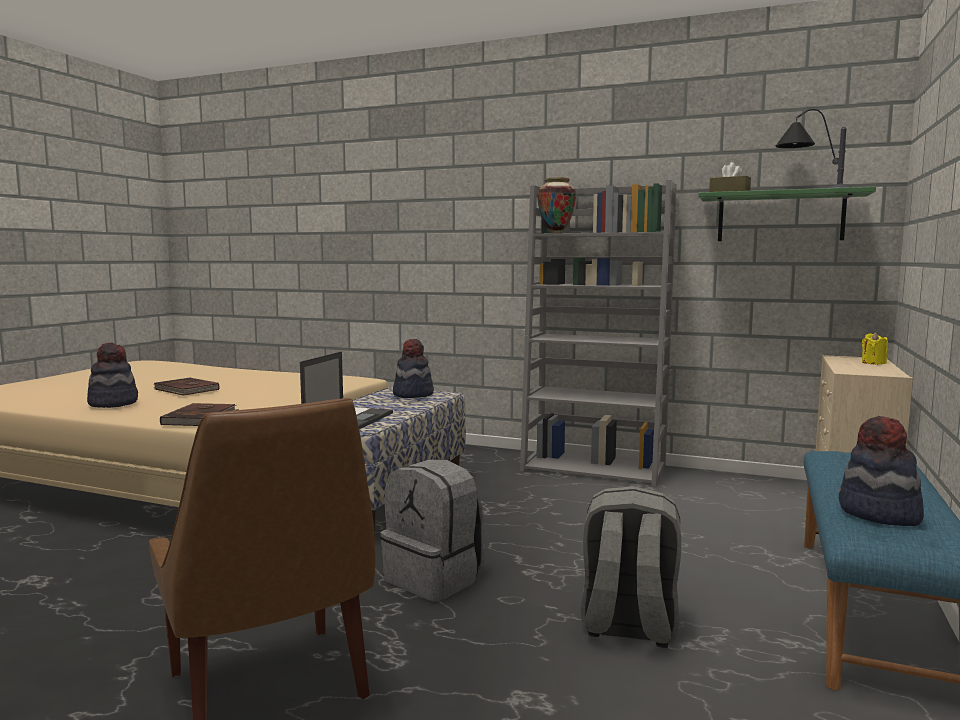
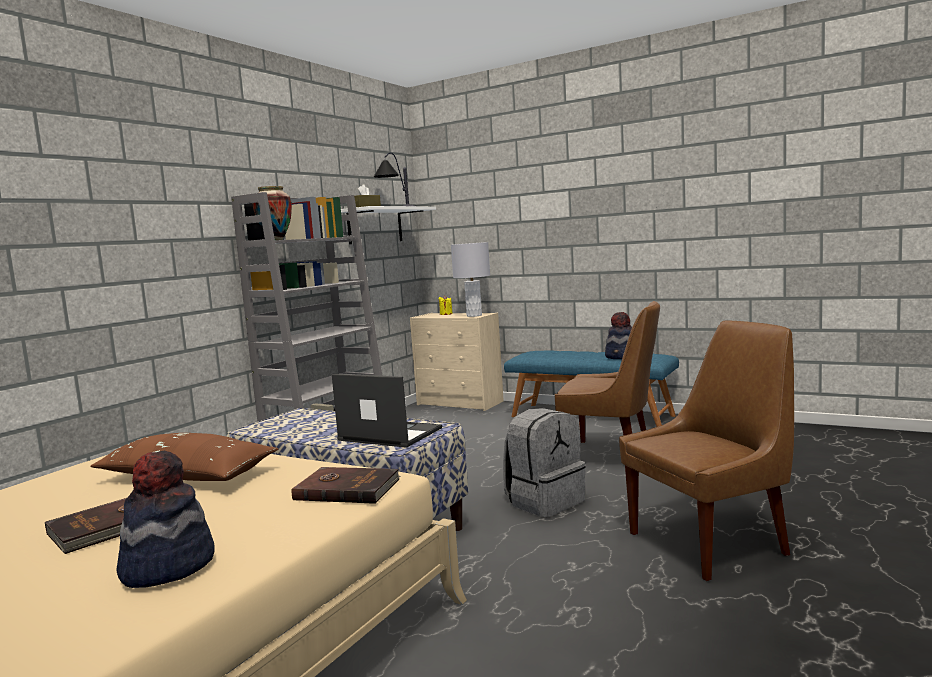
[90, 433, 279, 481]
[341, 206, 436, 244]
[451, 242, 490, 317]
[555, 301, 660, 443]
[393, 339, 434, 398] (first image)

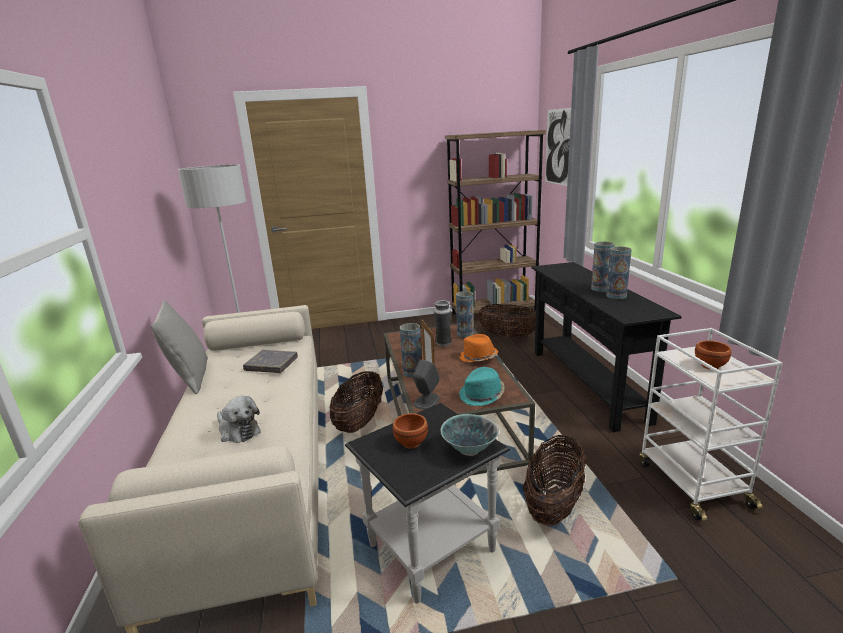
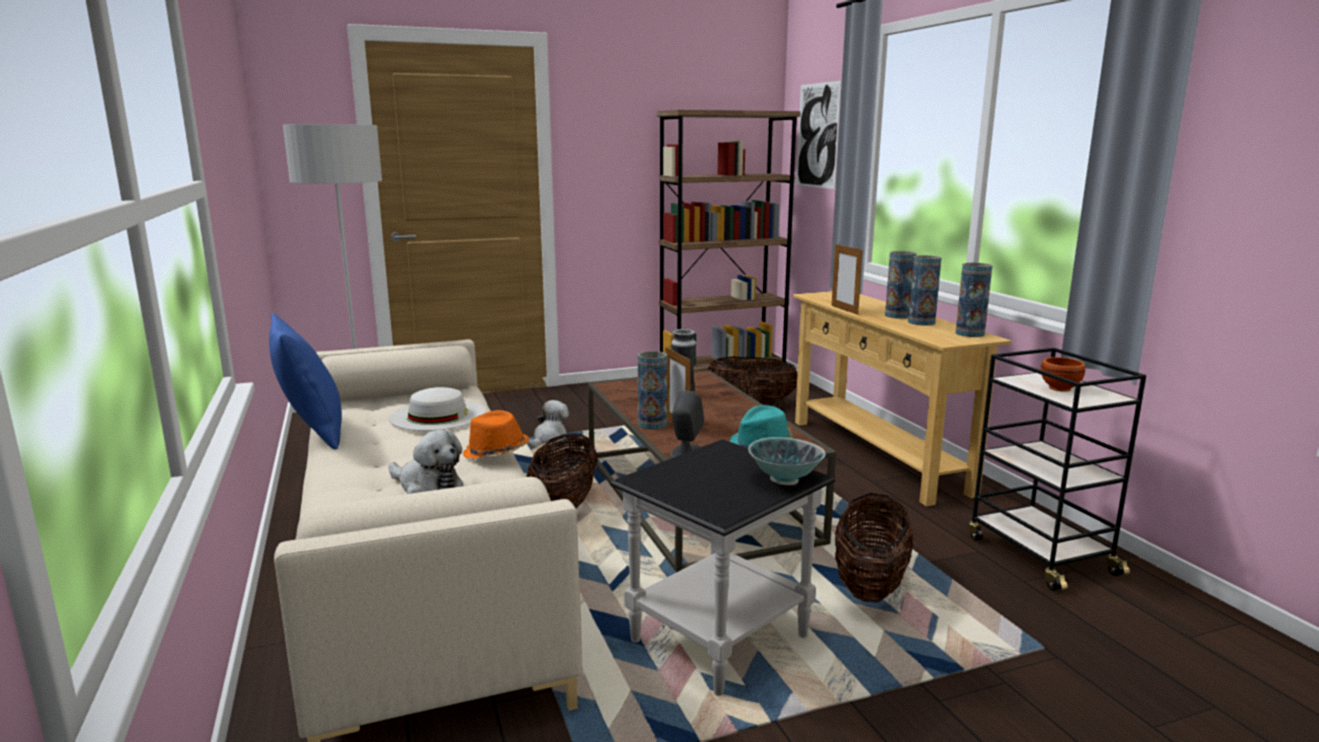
[269, 313, 342, 449]
[389, 387, 485, 431]
[463, 410, 529, 459]
[528, 400, 569, 447]
[792, 291, 1012, 507]
[832, 244, 863, 315]
[956, 263, 992, 337]
[968, 348, 1146, 591]
[393, 413, 428, 449] (first image)

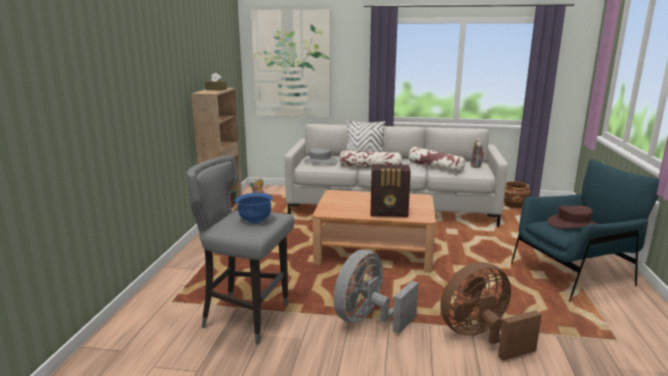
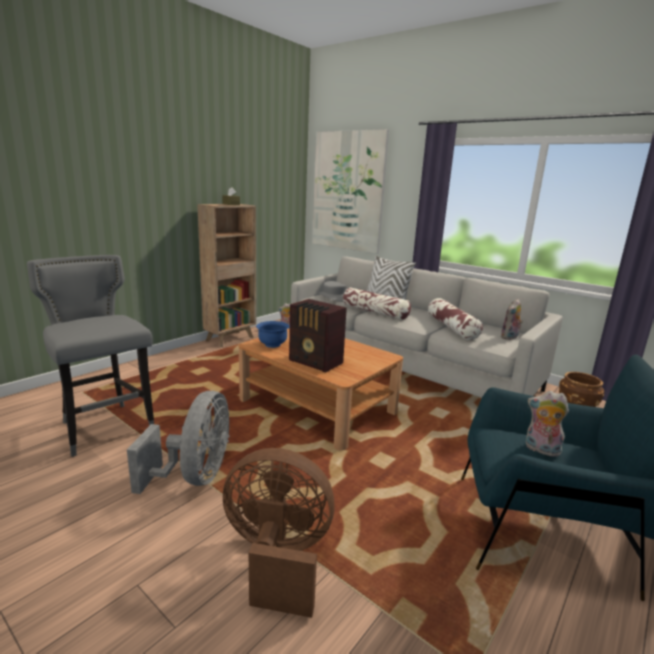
[127, 391, 230, 494]
[256, 321, 289, 348]
[526, 391, 569, 457]

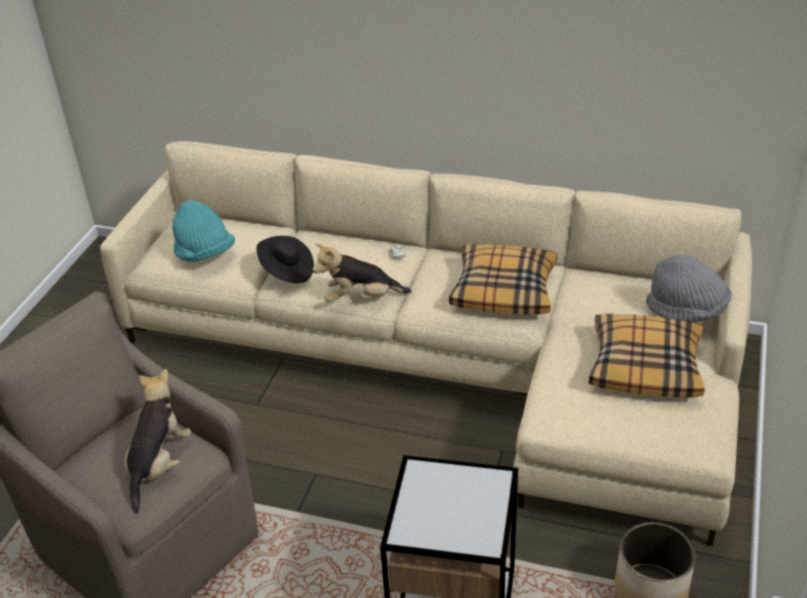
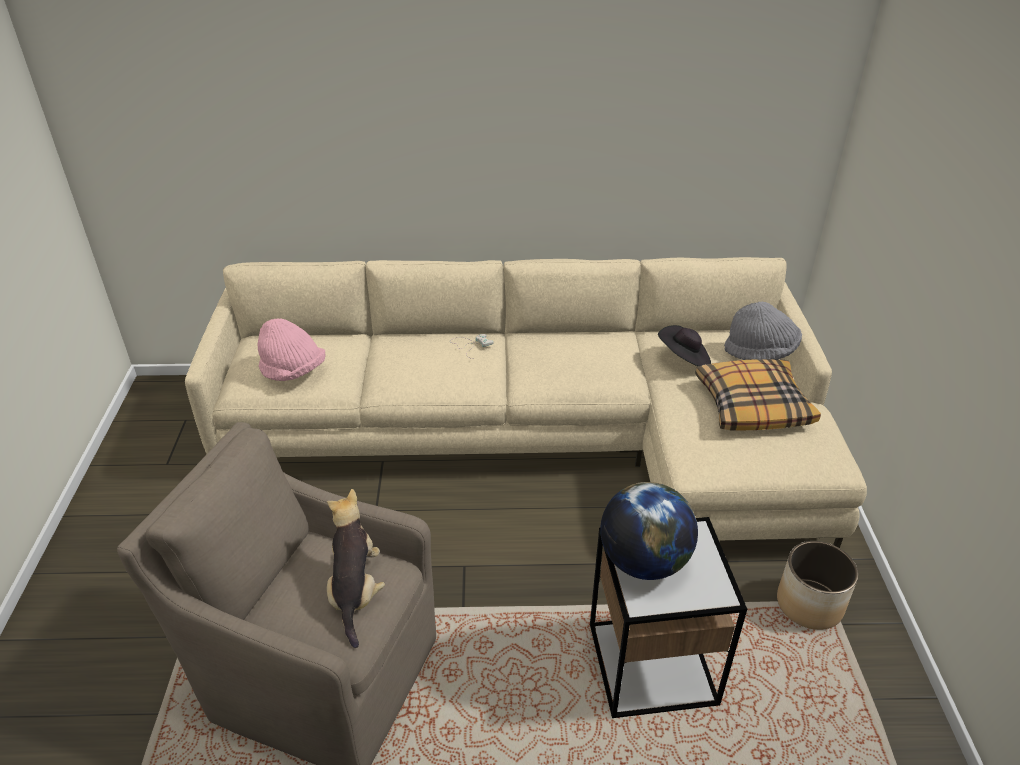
[258, 318, 326, 381]
[600, 482, 698, 580]
[658, 325, 711, 367]
[312, 244, 411, 302] (first image)
[449, 245, 557, 314] (first image)

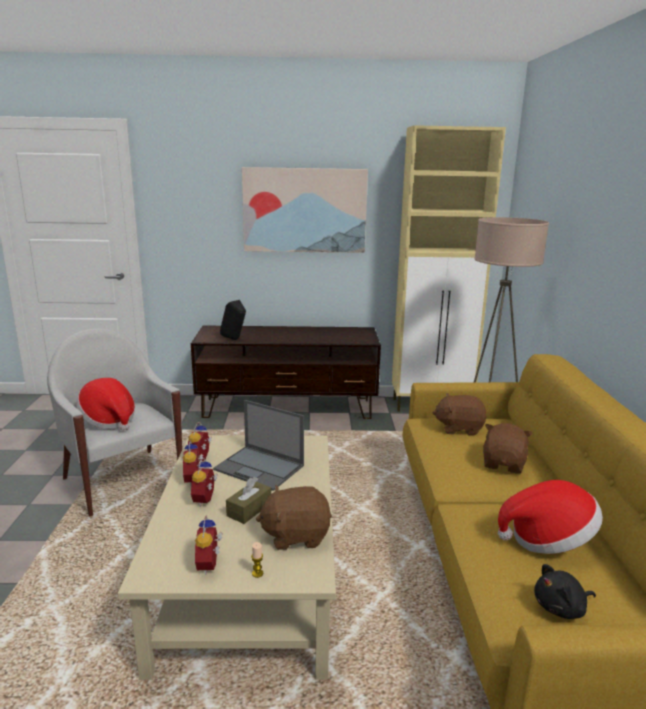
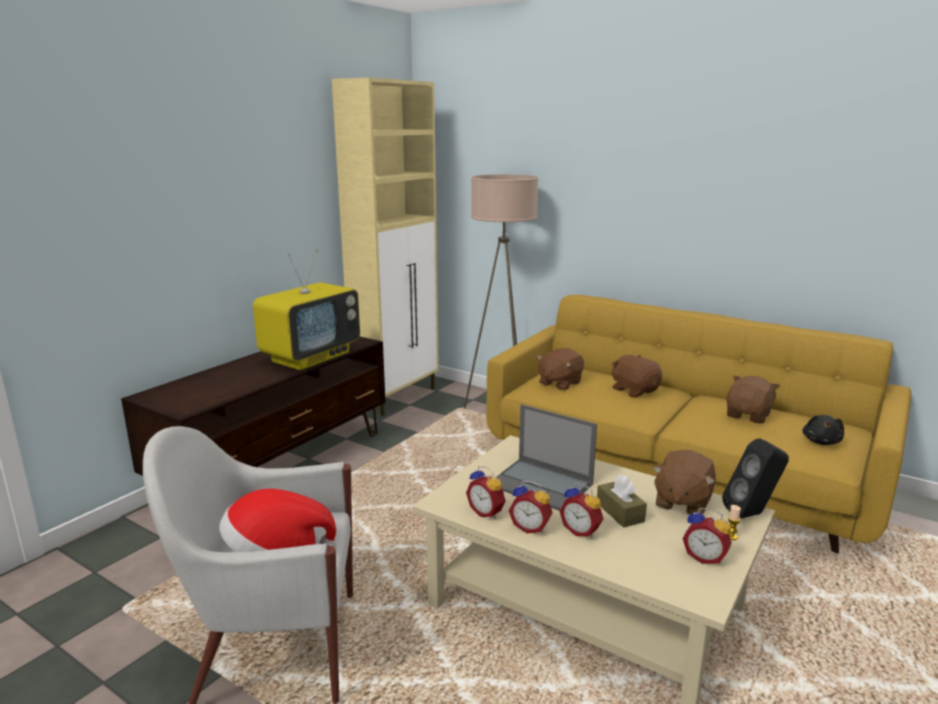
[253, 250, 360, 370]
[496, 404, 597, 511]
[722, 438, 789, 519]
[726, 376, 780, 424]
[242, 167, 368, 253] (first image)

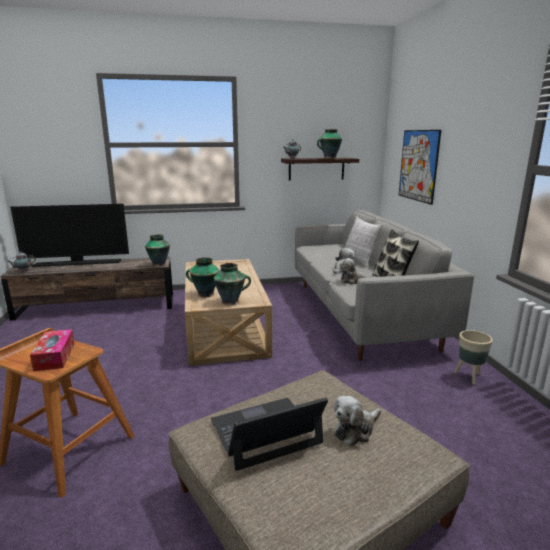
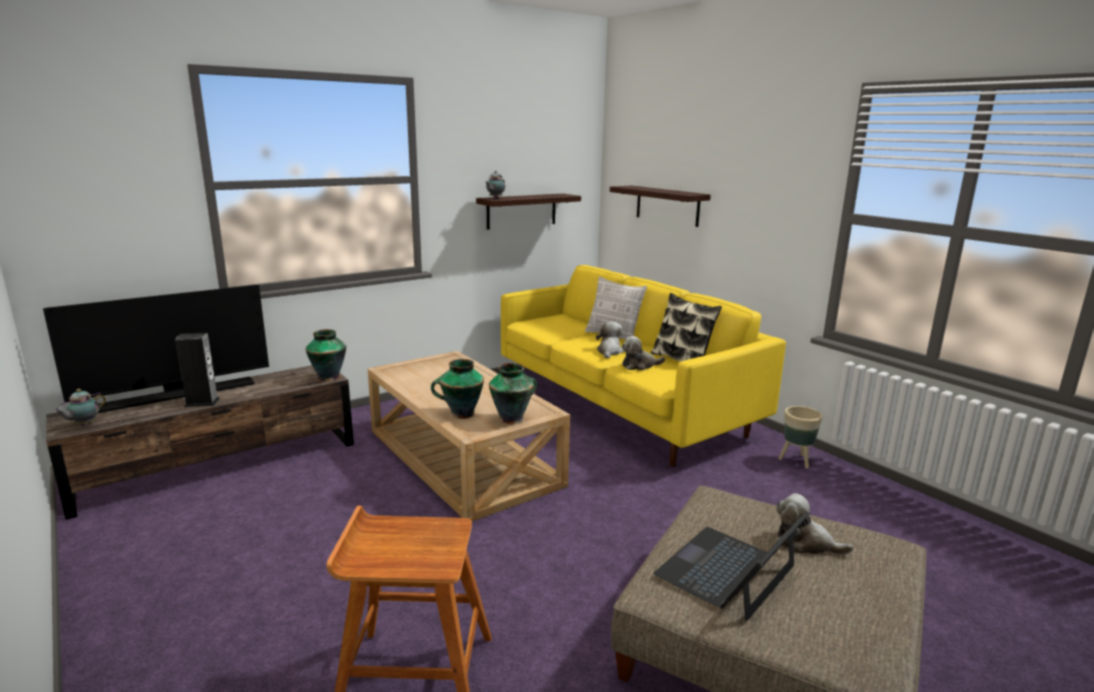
[175, 333, 220, 407]
[501, 265, 786, 467]
[610, 186, 711, 227]
[776, 493, 853, 554]
[30, 329, 74, 371] (first image)
[317, 129, 342, 159] (first image)

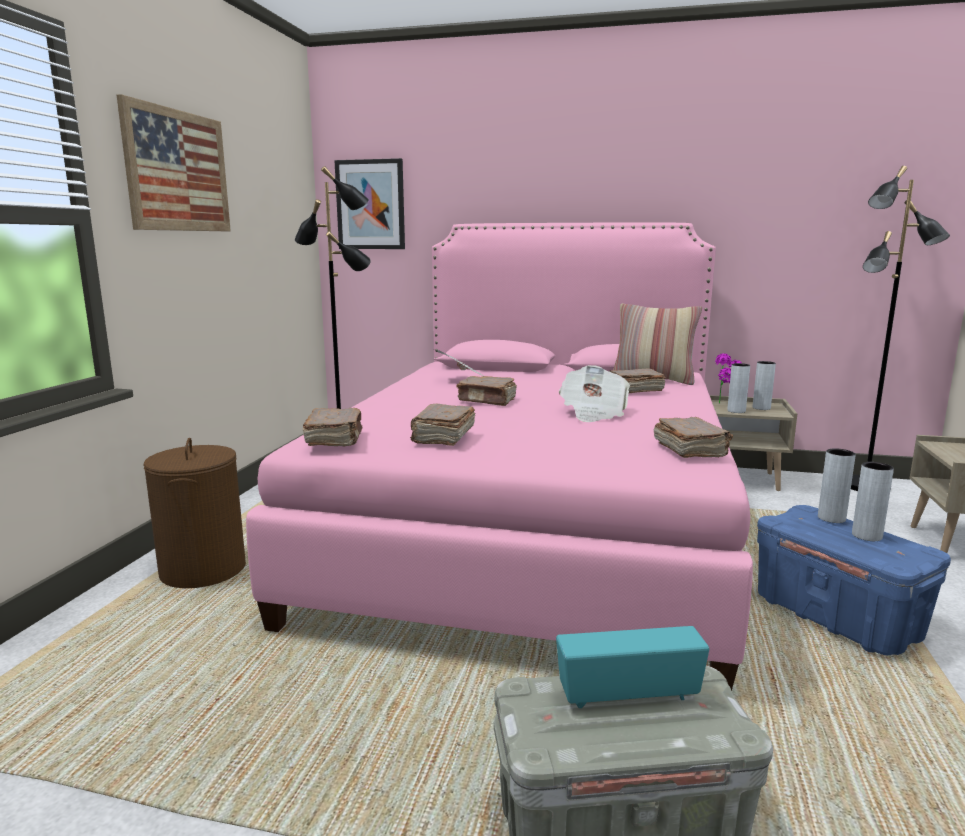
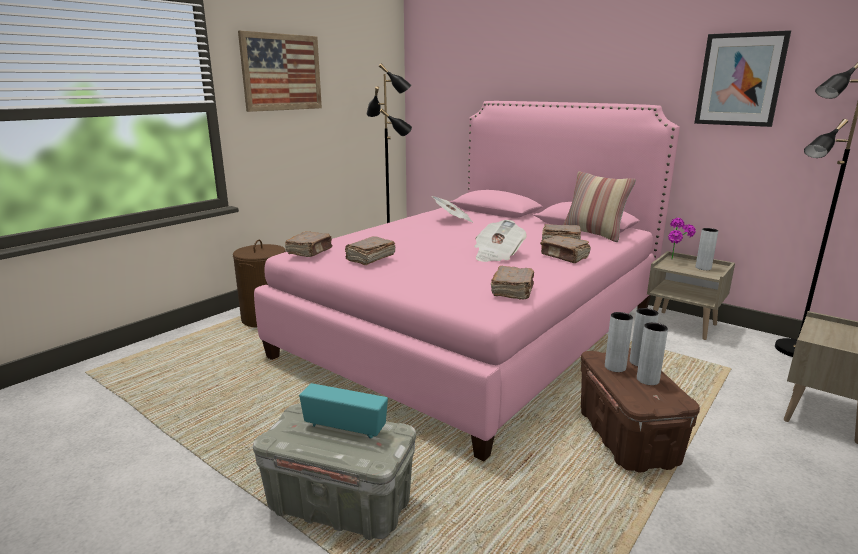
[540, 235, 591, 263]
[581, 348, 700, 473]
[605, 312, 633, 372]
[694, 30, 791, 127]

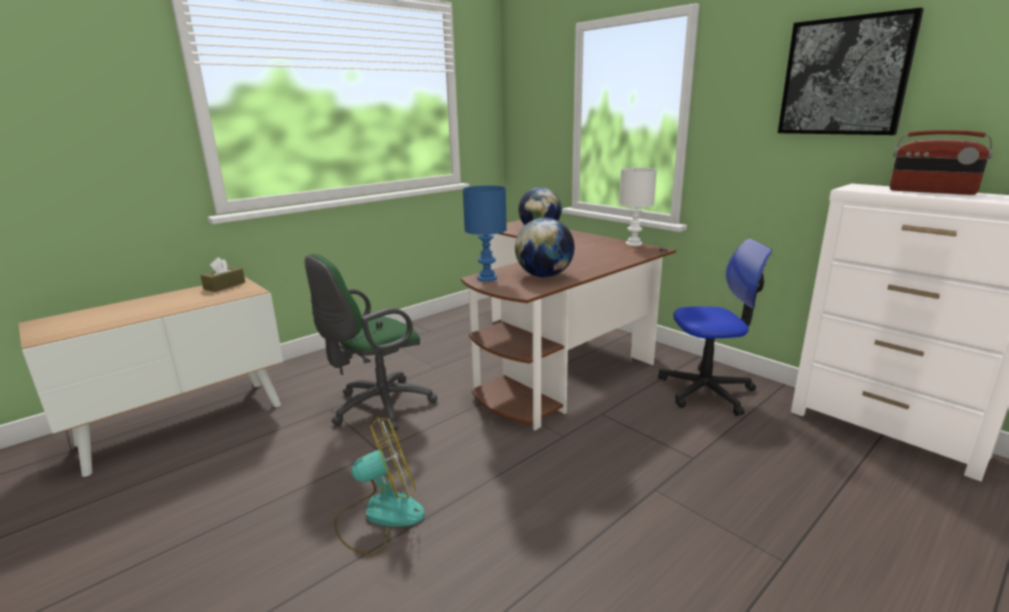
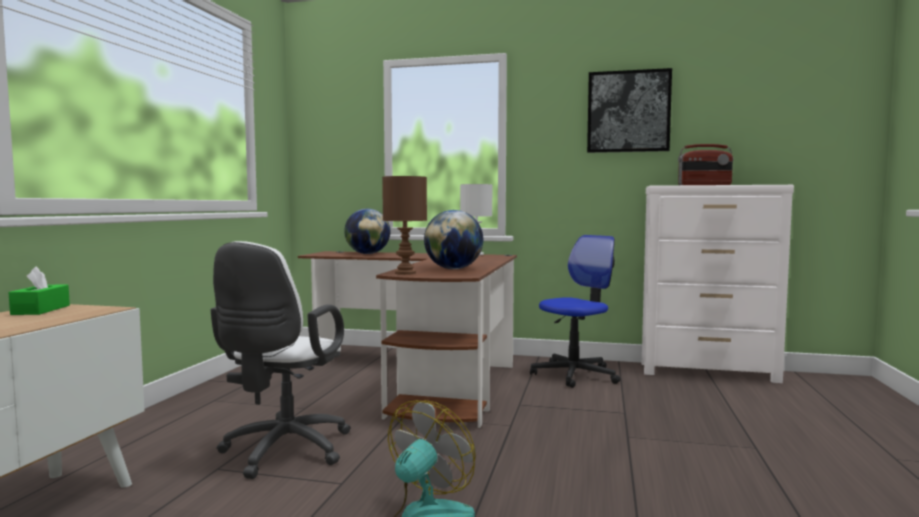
[9, 267, 70, 315]
[211, 241, 351, 479]
[382, 176, 427, 275]

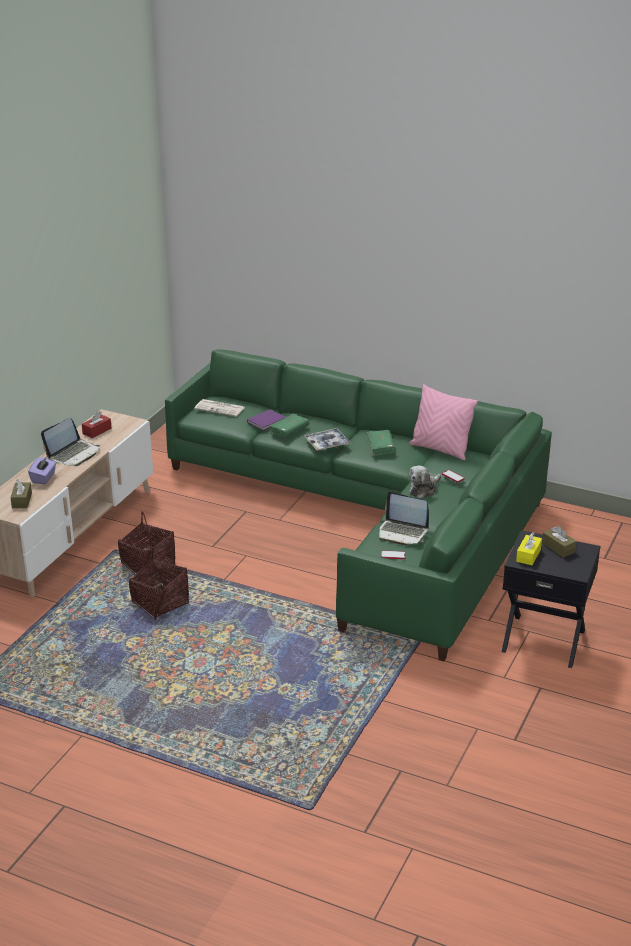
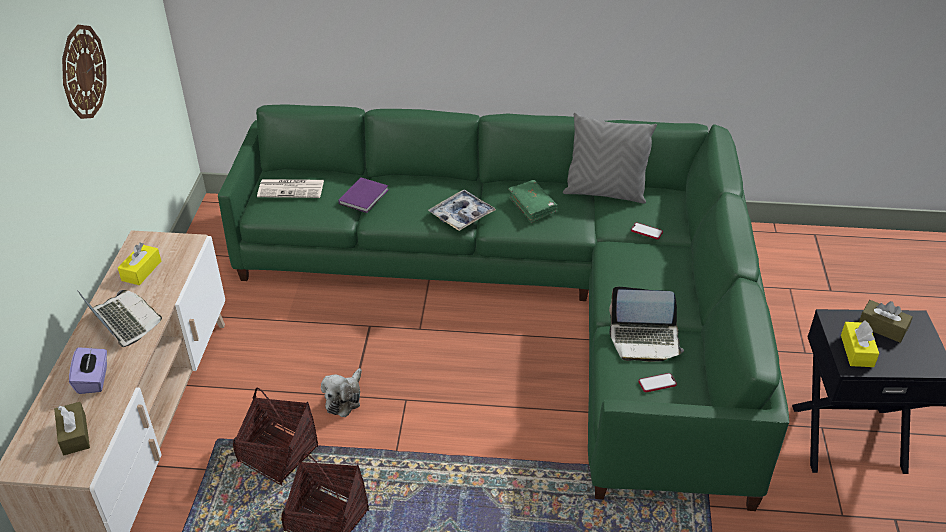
[62, 25, 107, 119]
[77, 290, 162, 347]
[118, 243, 161, 285]
[321, 368, 362, 417]
[563, 113, 657, 204]
[269, 413, 309, 437] (first image)

